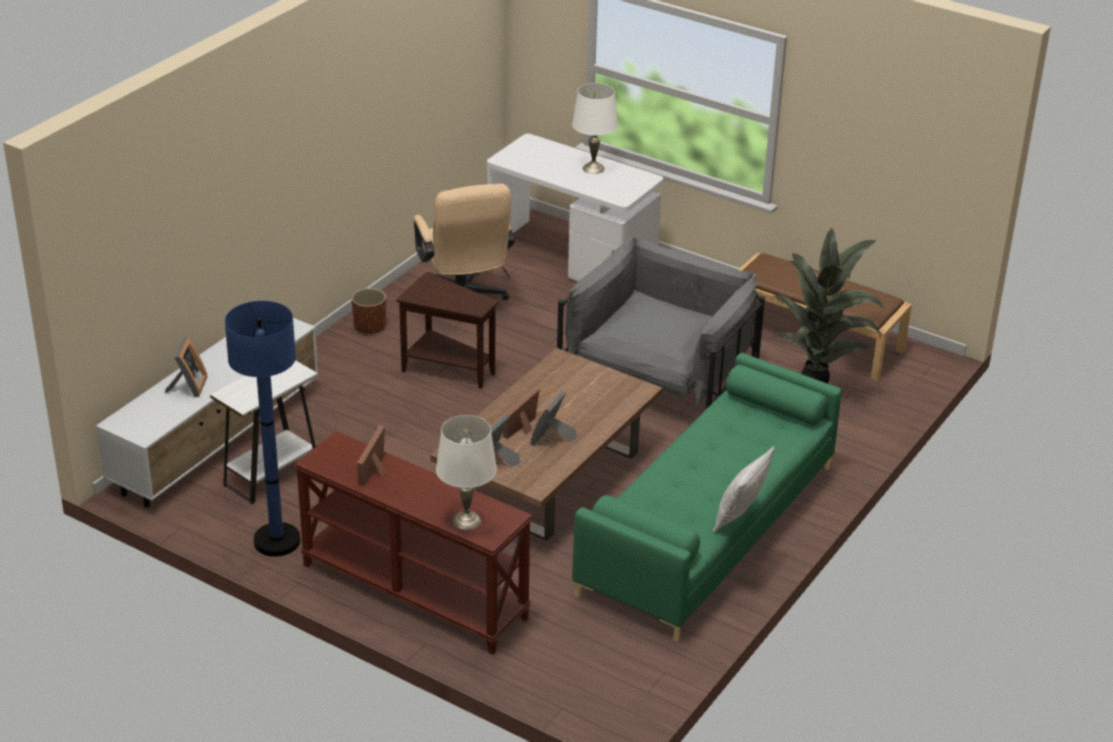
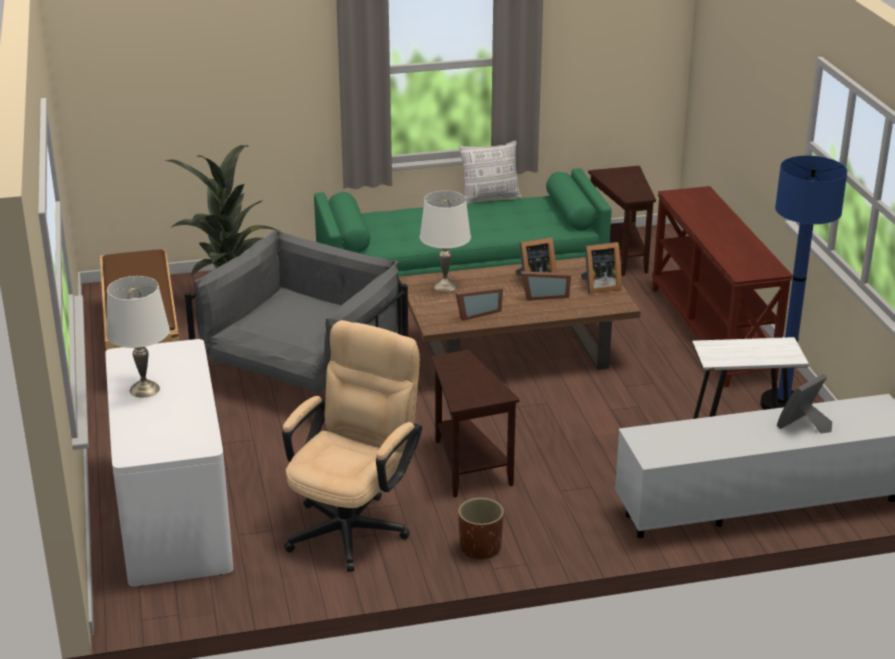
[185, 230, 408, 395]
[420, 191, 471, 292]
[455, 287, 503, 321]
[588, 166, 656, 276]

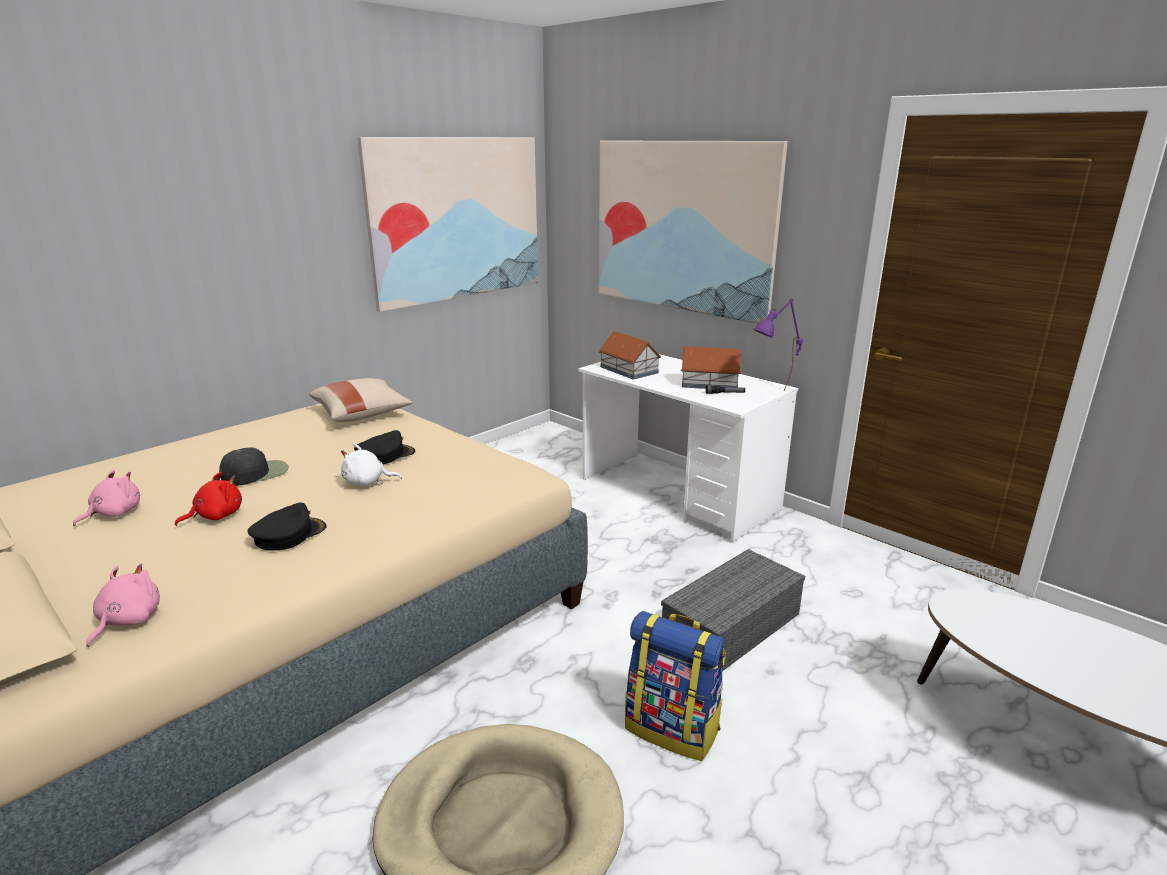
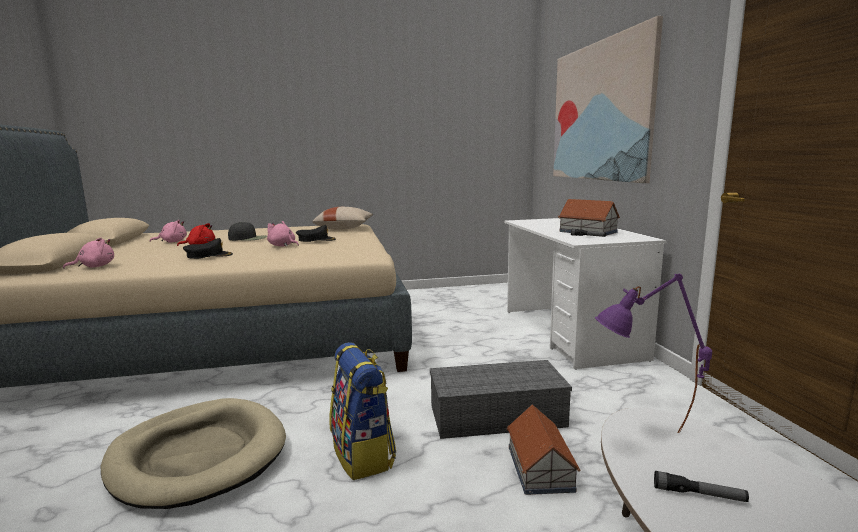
[267, 221, 299, 246]
[507, 404, 580, 495]
[595, 274, 712, 433]
[654, 471, 749, 502]
[357, 137, 538, 312] (first image)

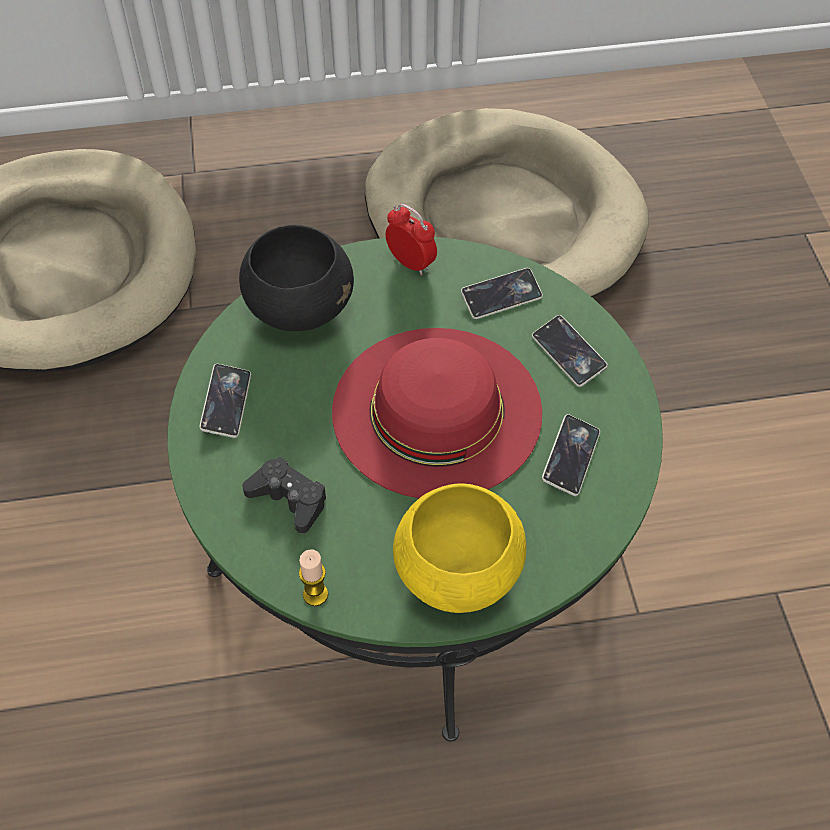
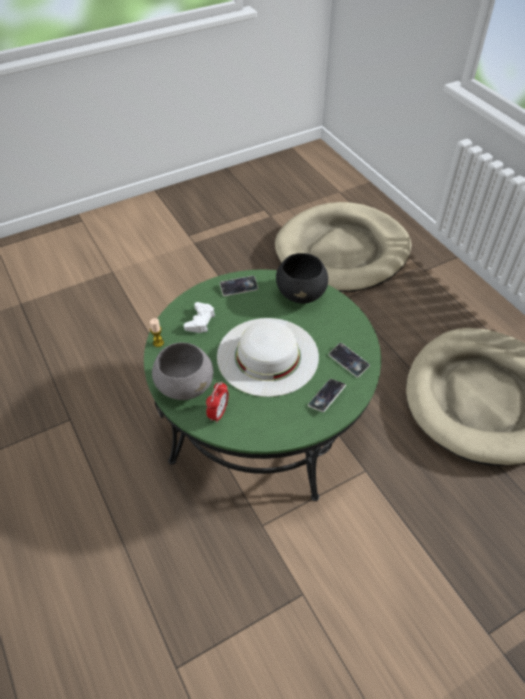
[152, 342, 213, 400]
[184, 302, 215, 333]
[206, 381, 229, 423]
[217, 318, 319, 397]
[542, 414, 600, 496] (first image)

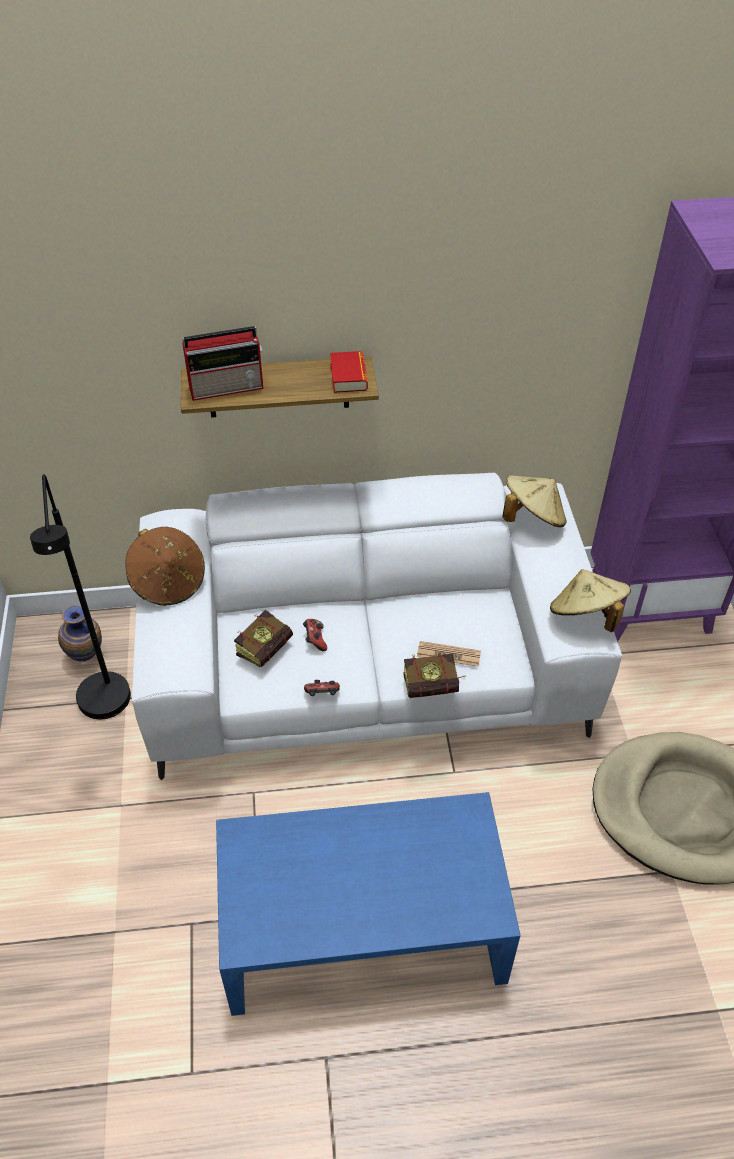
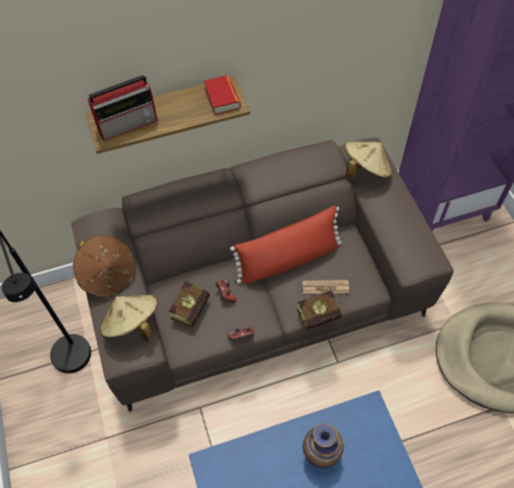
[71, 138, 454, 412]
[100, 294, 157, 342]
[230, 205, 342, 284]
[303, 423, 344, 468]

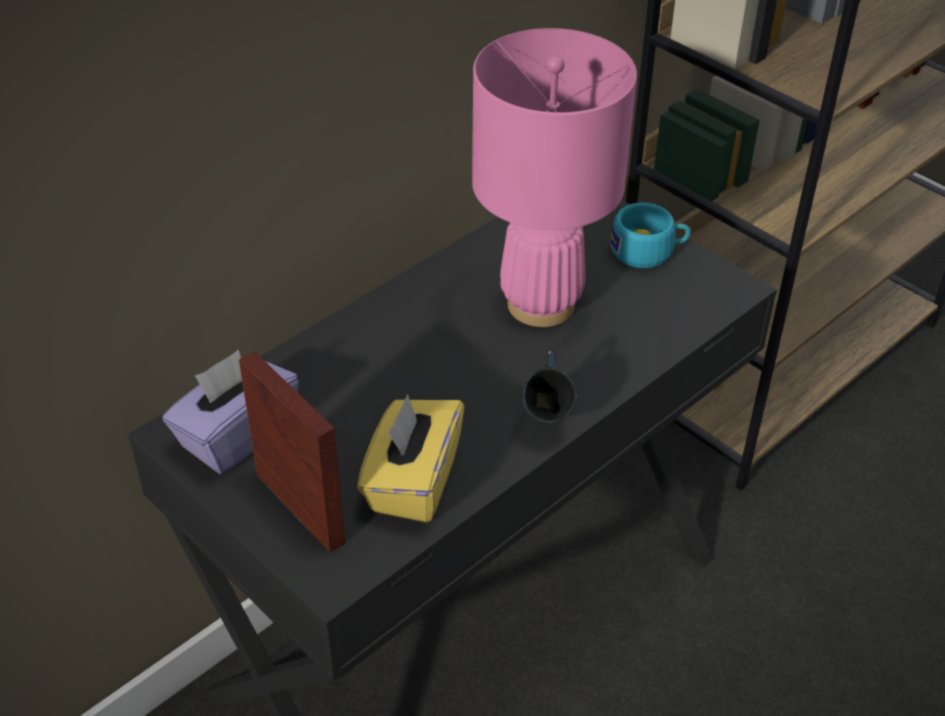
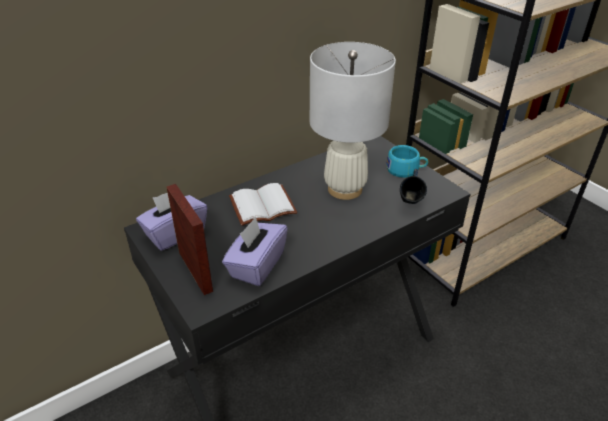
[222, 217, 288, 286]
[229, 183, 298, 226]
[310, 42, 396, 200]
[400, 169, 427, 204]

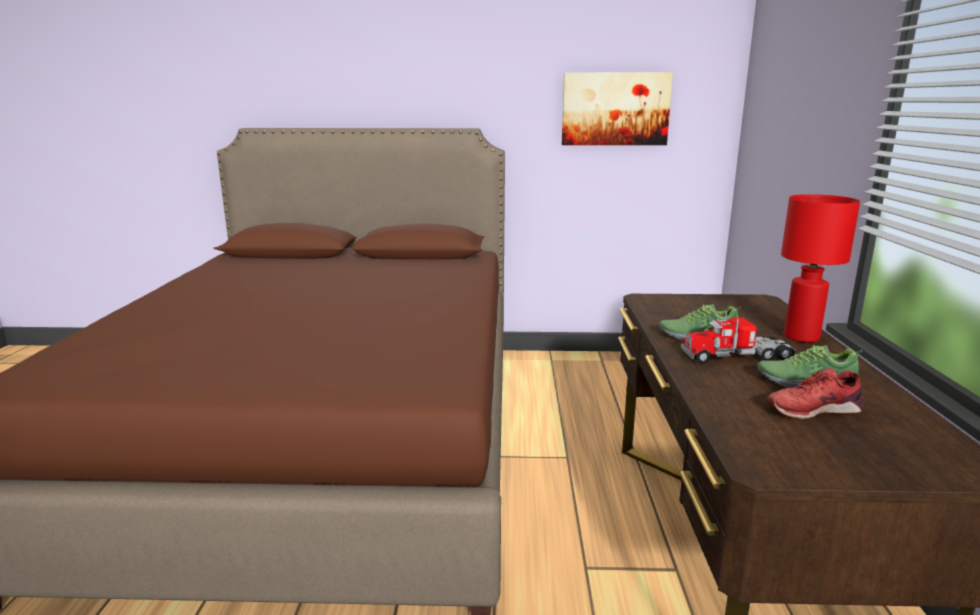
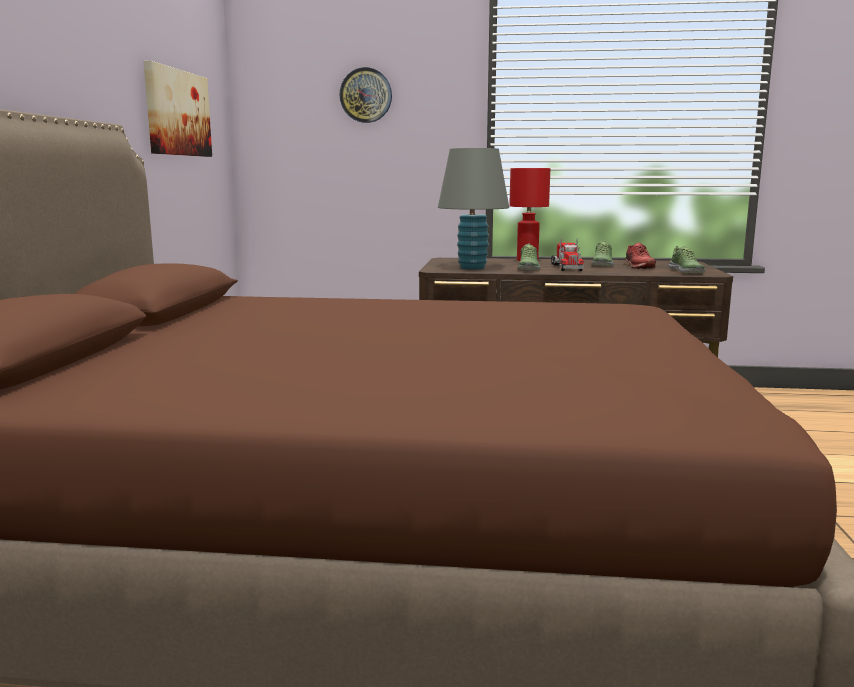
[339, 67, 392, 123]
[438, 148, 509, 270]
[668, 246, 705, 274]

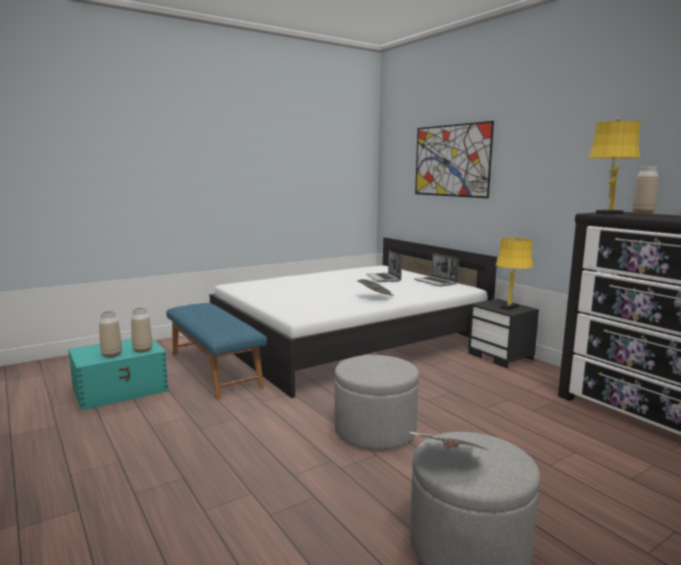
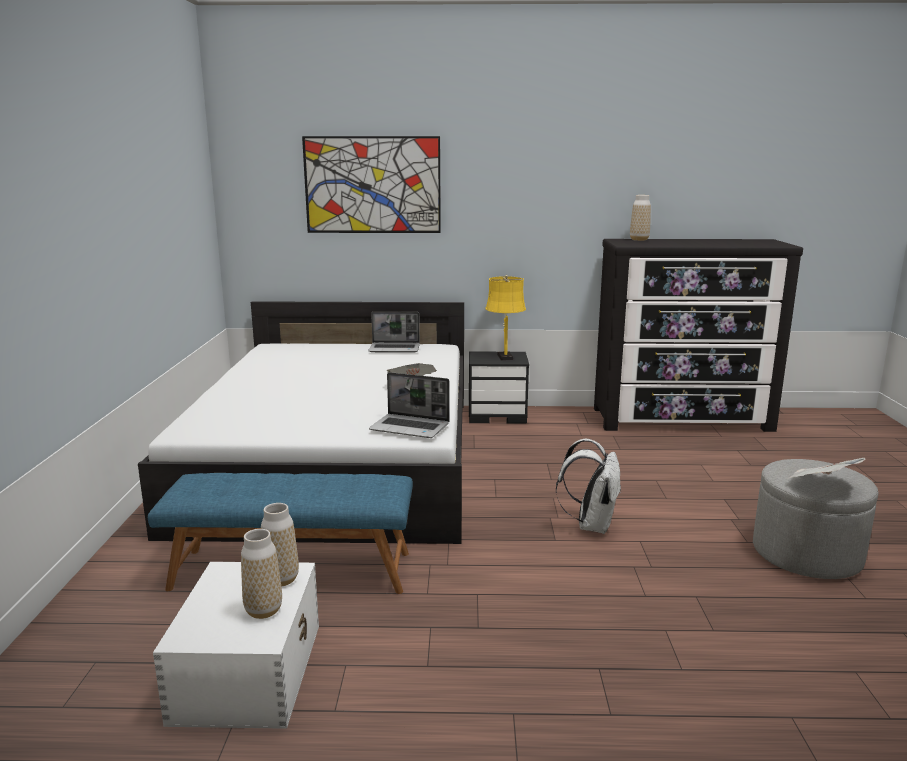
[153, 562, 319, 729]
[369, 372, 449, 438]
[556, 439, 622, 534]
[588, 117, 641, 215] (first image)

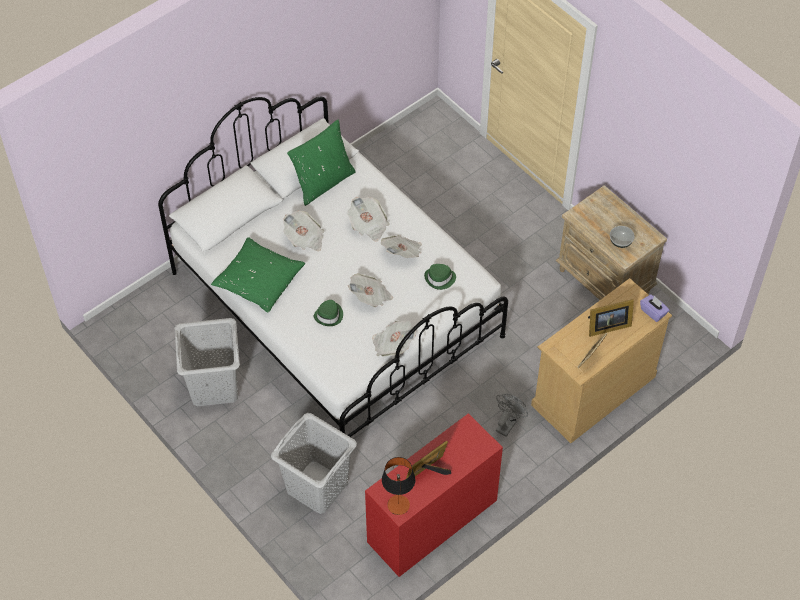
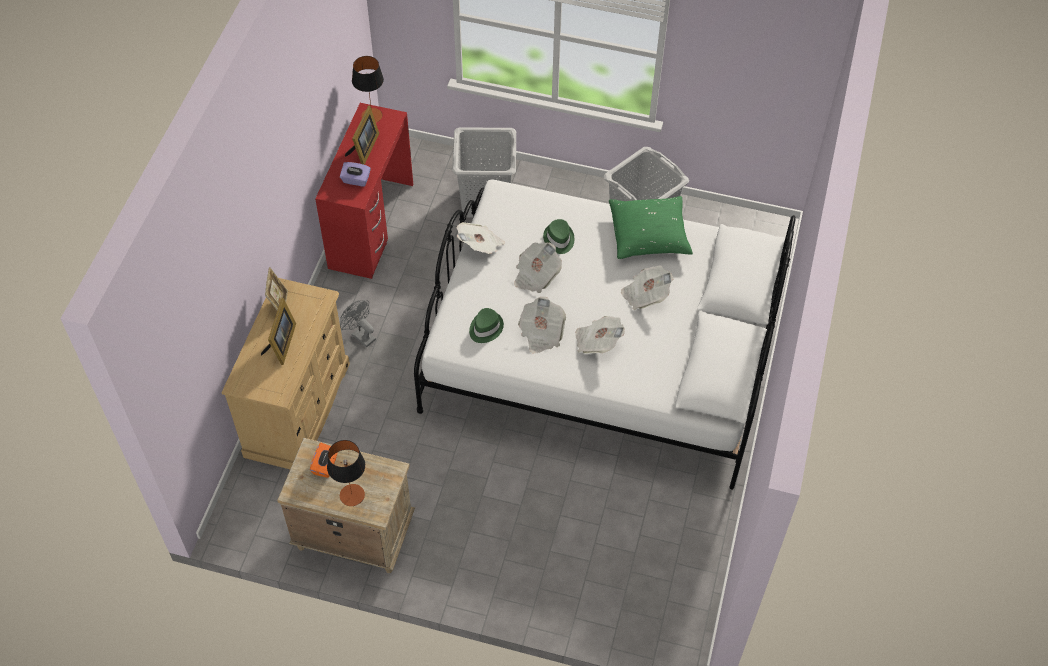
[261, 298, 296, 365]
[310, 443, 338, 478]
[327, 440, 365, 506]
[340, 162, 371, 187]
[340, 300, 376, 347]
[287, 120, 356, 206] (first image)

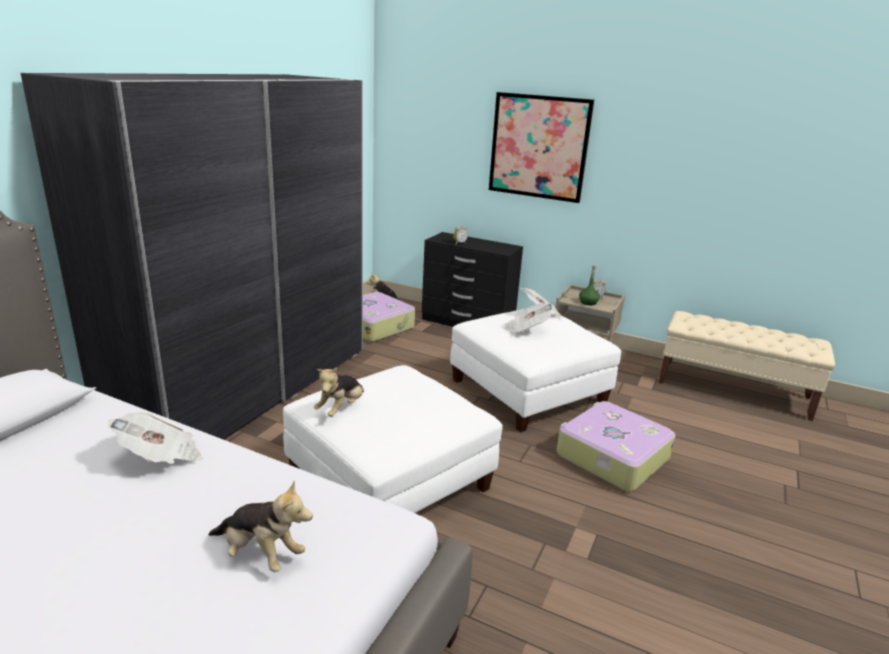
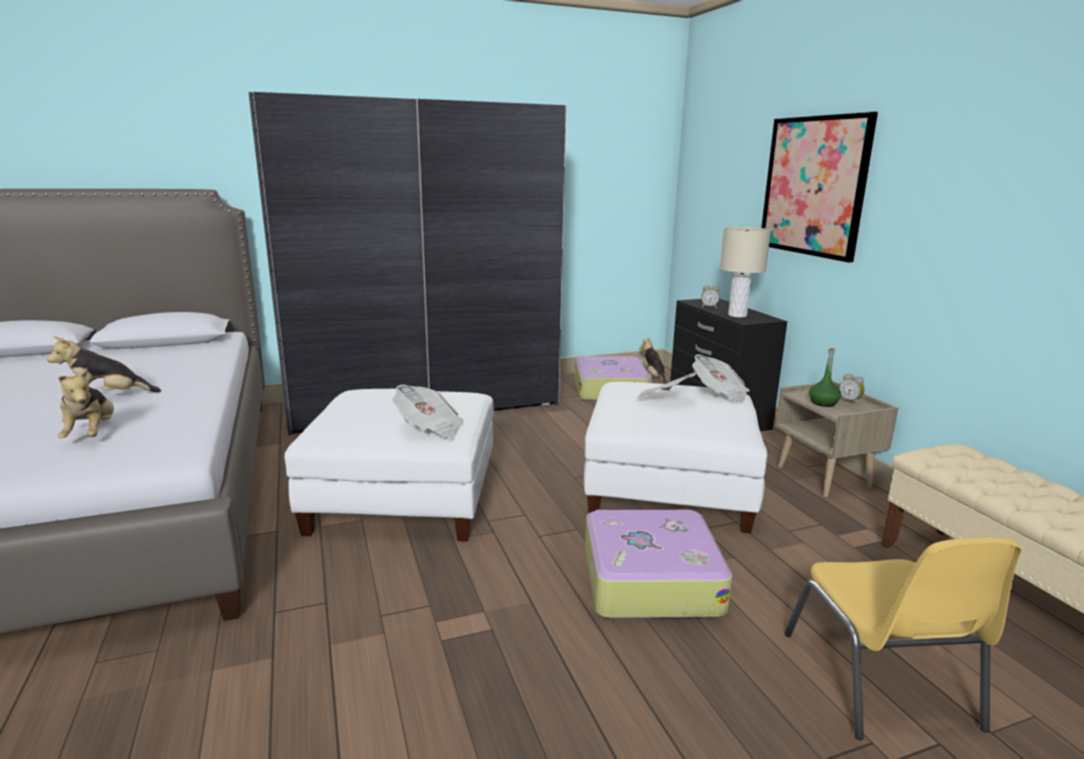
[47, 336, 161, 392]
[392, 385, 463, 439]
[720, 227, 771, 317]
[784, 538, 1022, 740]

